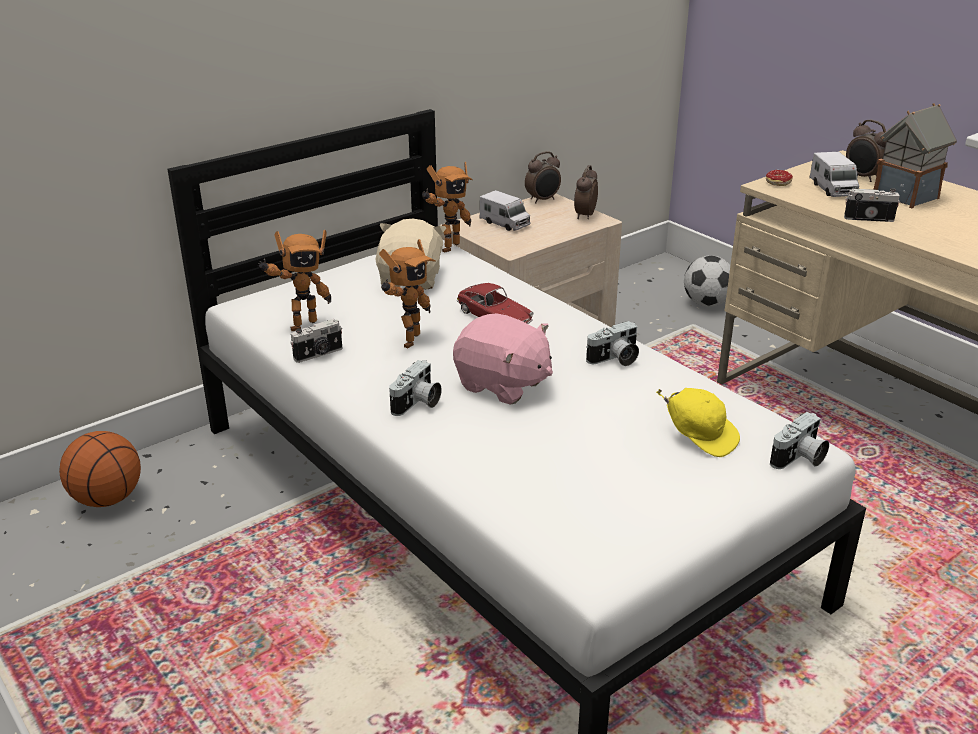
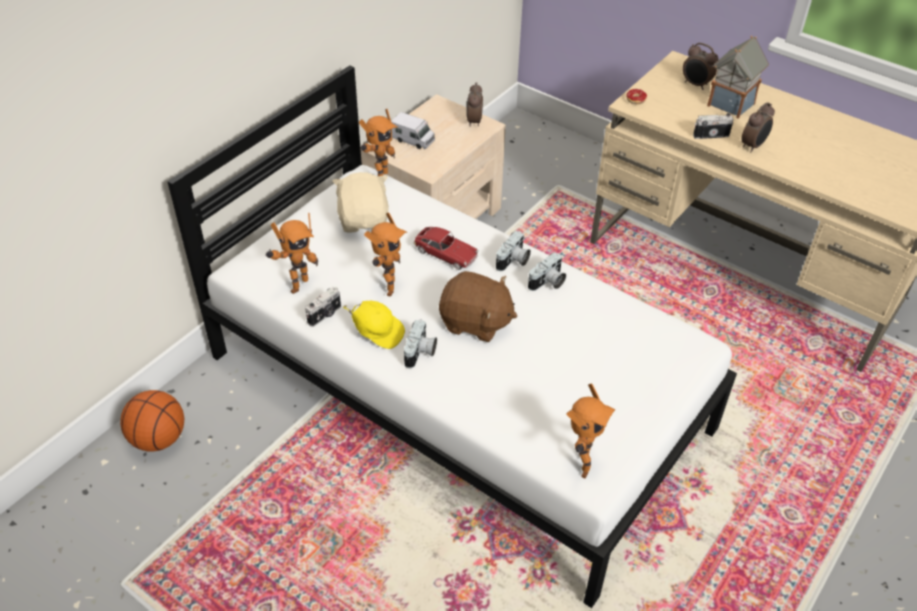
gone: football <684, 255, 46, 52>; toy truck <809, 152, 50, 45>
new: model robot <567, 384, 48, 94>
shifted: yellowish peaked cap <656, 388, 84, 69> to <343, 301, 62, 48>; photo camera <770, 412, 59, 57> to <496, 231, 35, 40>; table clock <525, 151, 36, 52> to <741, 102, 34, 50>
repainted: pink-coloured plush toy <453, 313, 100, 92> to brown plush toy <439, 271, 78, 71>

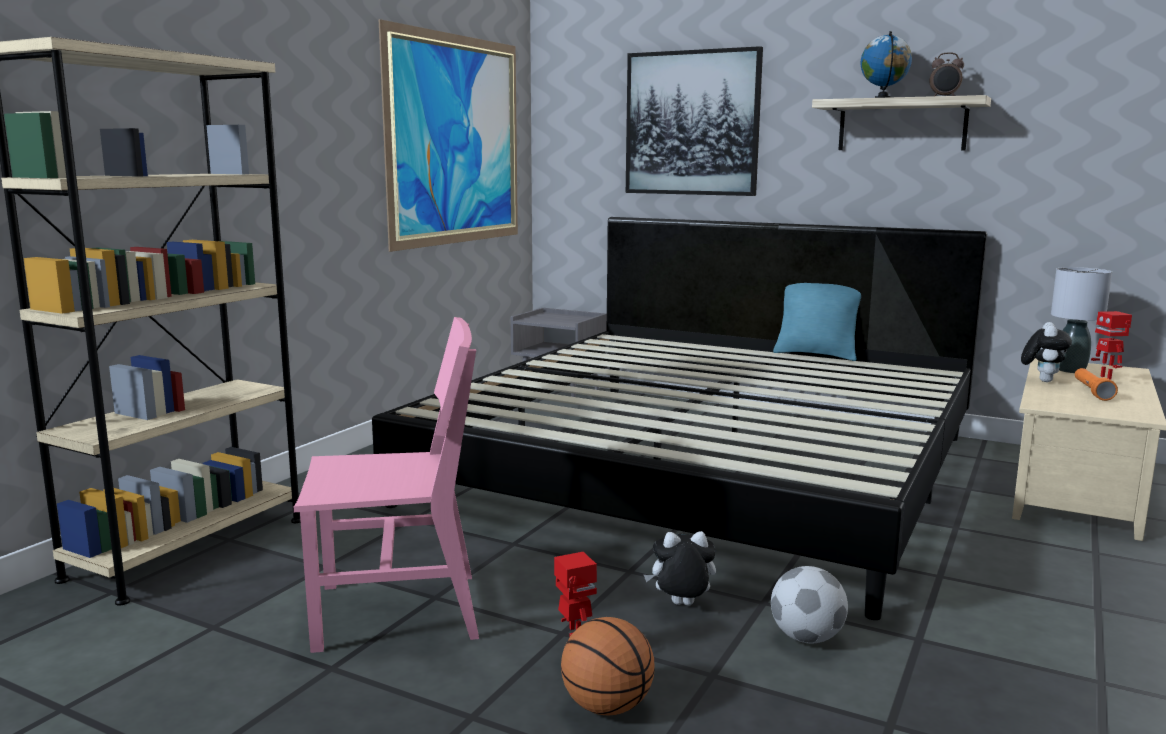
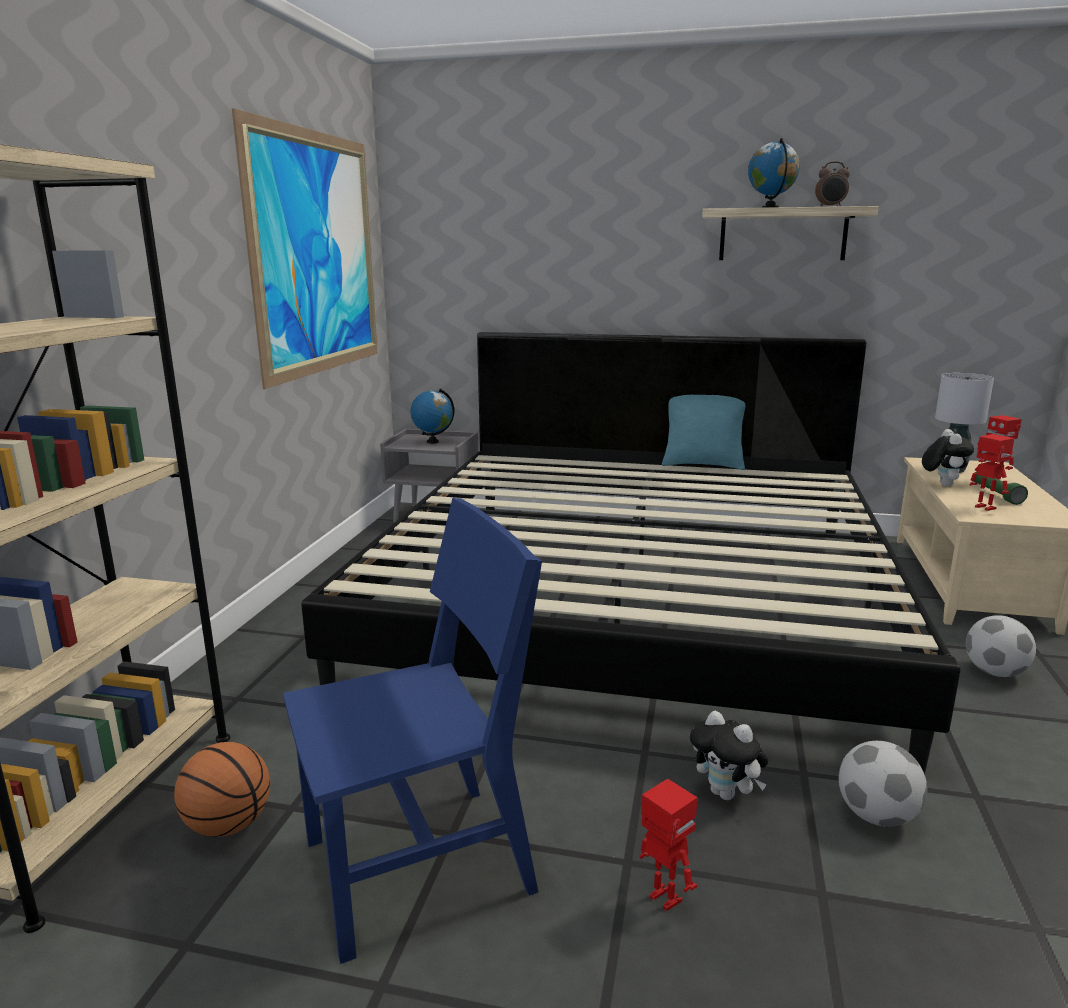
gone: picture <626, 46, 137, 150>
new: globe <411, 389, 44, 55>; football <966, 615, 70, 62>; model robot <970, 434, 44, 77>
shifted: ball for basketball <561, 617, 94, 99> to <174, 742, 96, 95>
repainted: pink-coloured upright chair <294, 317, 185, 336> to blue-coloured upright chair <283, 498, 259, 466>; orange-coloured hand torch <1075, 368, 43, 33> to green-coloured hand torch <974, 472, 54, 33>
rotated: plush toy <644, 531, 72, 75> = <690, 711, 78, 89> 120 degrees counterclockwise

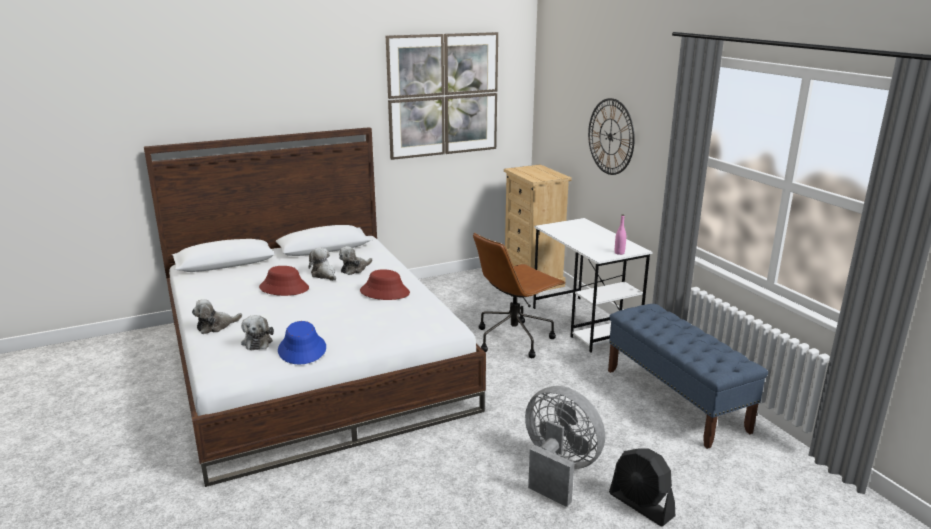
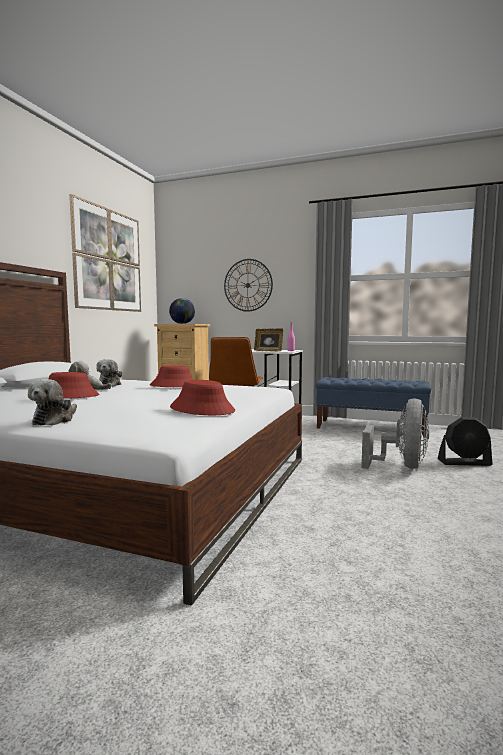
gone: plush toy <241, 315, 33, 35>
new: globe <169, 298, 26, 26>; picture frame <254, 329, 29, 23>
repainted: blue-coloured clothing hat <278, 321, 48, 44> to reddish clothing hat <170, 380, 65, 35>
rotated: greyish cooling fan <525, 386, 80, 121> = <361, 399, 68, 70> 120 degrees clockwise

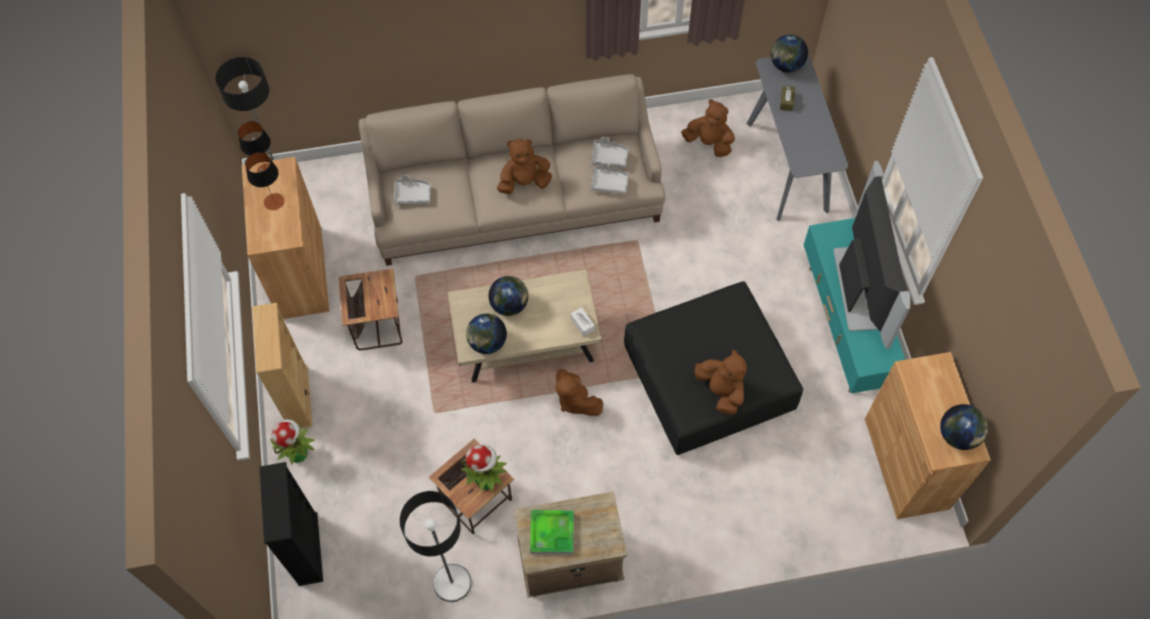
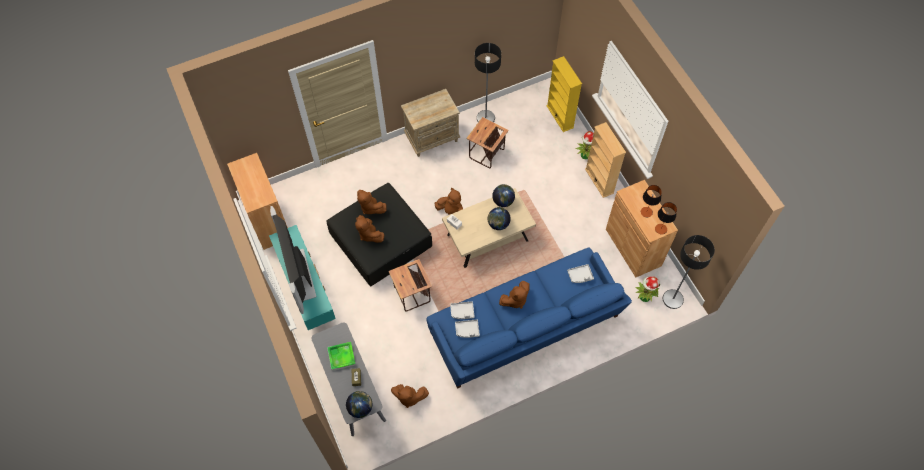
gone: globe <940, 404, 48, 46>
new: brown plush toy <355, 215, 29, 28>
shifted: carrying tray <530, 510, 44, 44> to <327, 342, 29, 29>; accent table <338, 269, 64, 81> to <389, 259, 43, 53>; plant in a pot <461, 444, 47, 48> to <635, 276, 25, 26>
repainted: beige-coloured sofa <359, 74, 306, 192> to blue-coloured sofa <426, 247, 206, 142>; blackish bookshelf <259, 462, 64, 124> to yellowish bookshelf <546, 56, 36, 76>

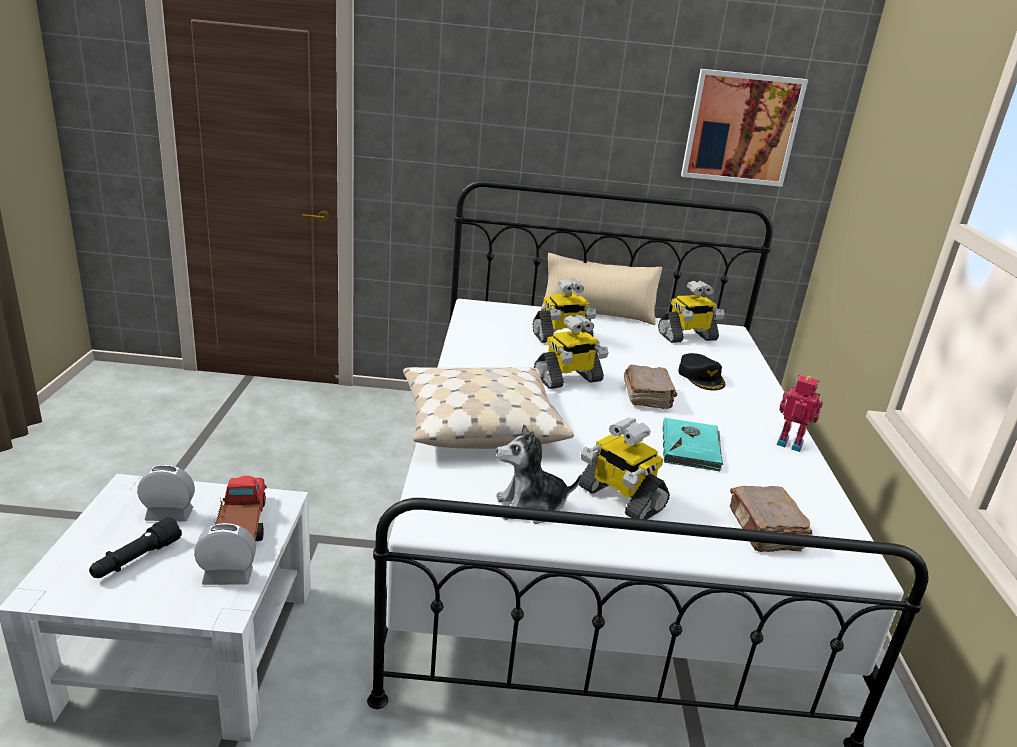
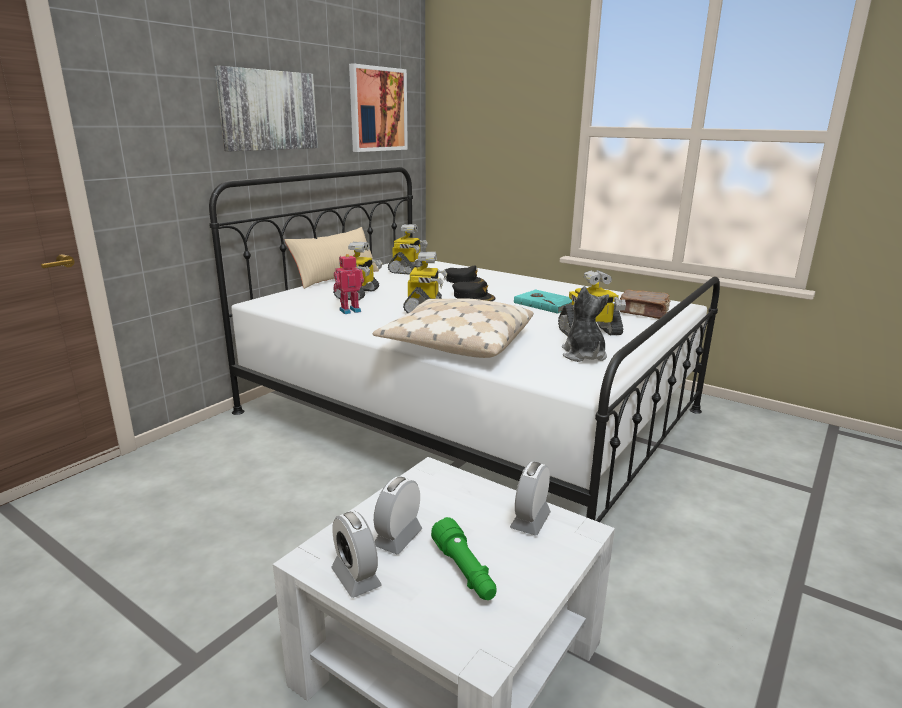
gone: toy truck <214, 476, 53, 65>
new: picture <215, 66, 103, 85>; table clock <331, 511, 51, 87>
shifted: model robot <777, 375, 46, 77> to <334, 254, 30, 60>
swapped: brown volume <624, 365, 53, 44> to blackish peaked cap <452, 281, 44, 20>
repainted: blackish hand torch <89, 517, 93, 61> to green-coloured hand torch <431, 517, 66, 83>
rotated: plush toy <496, 424, 85, 100> = <562, 286, 47, 76> 150 degrees clockwise

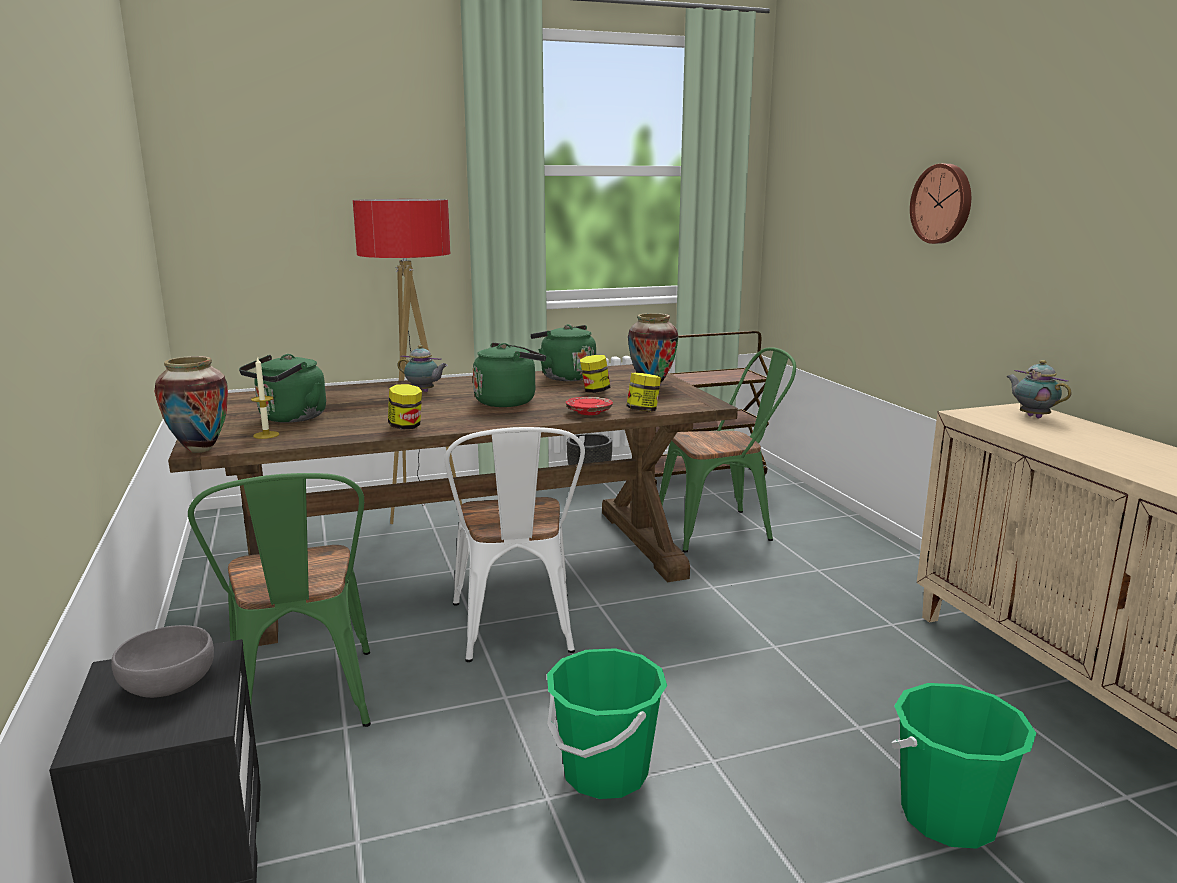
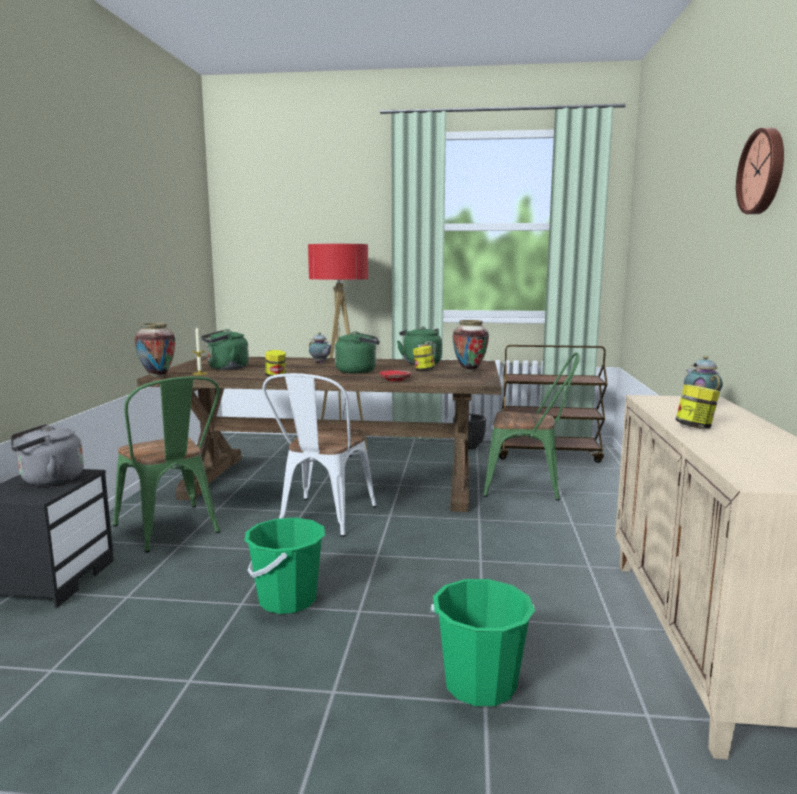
shifted: preserve jar <626, 372, 35, 40> to <675, 384, 45, 45>; hanging clock <910, 164, 61, 80> to <736, 128, 48, 86>
swapped: greyish serving bowl <111, 625, 103, 73> to greyish tea kettle <11, 424, 73, 62>
rotated: green-coloured upright chair <188, 473, 183, 254> = <113, 376, 107, 177> 45 degrees counterclockwise

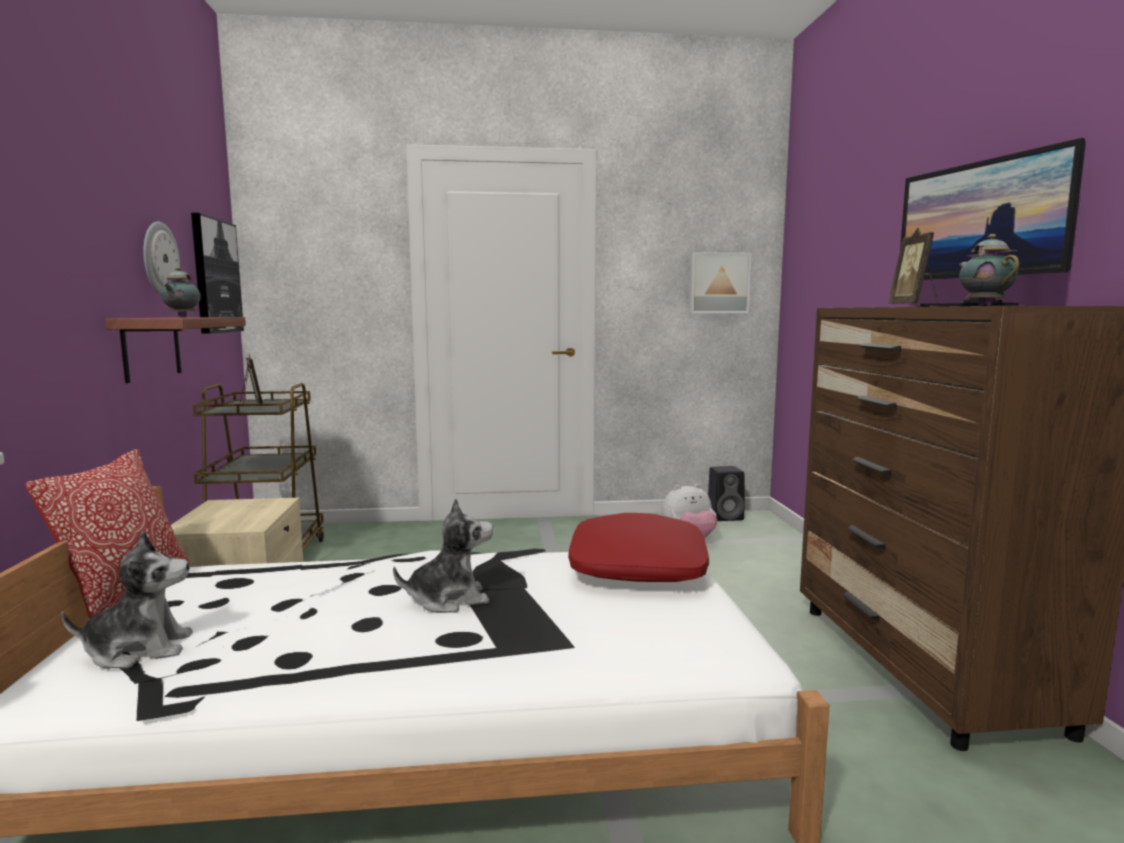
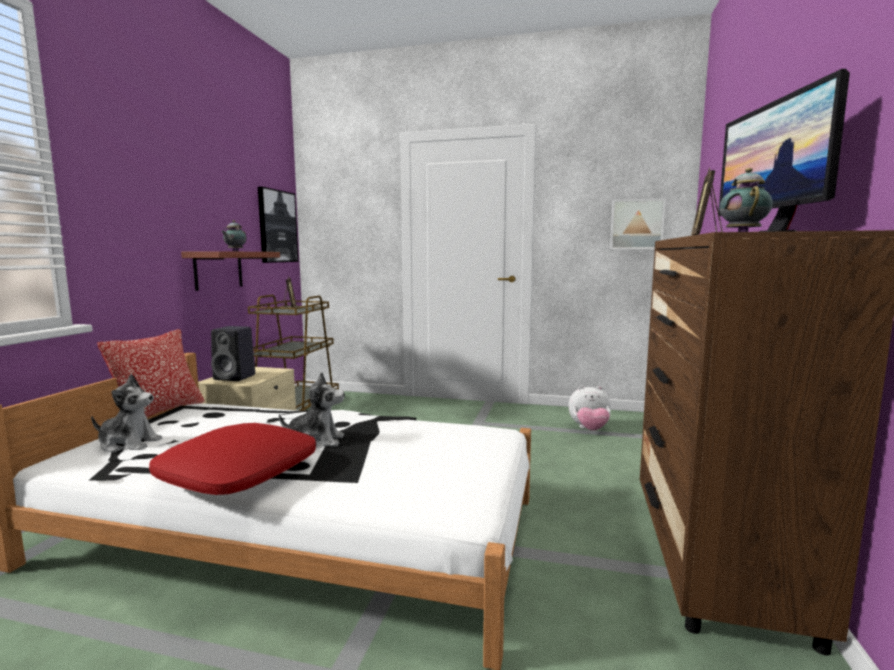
gone: hanging clock <143, 222, 37, 72>
shifted: reddish throw pillow <568, 513, 141, 69> to <149, 423, 167, 72>; blackish audio speaker <708, 466, 37, 55> to <211, 326, 44, 55>

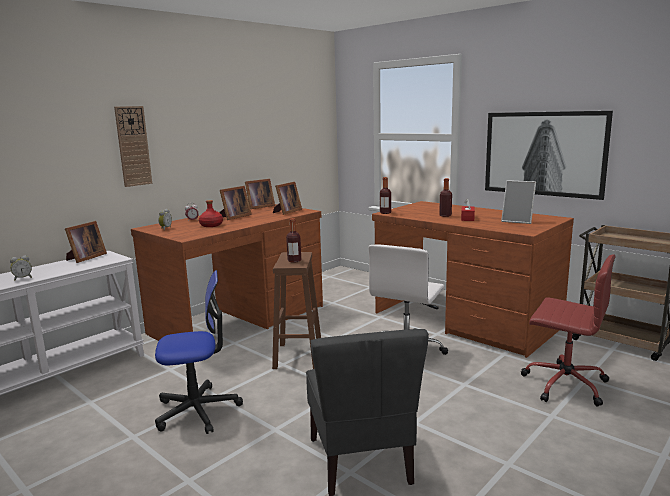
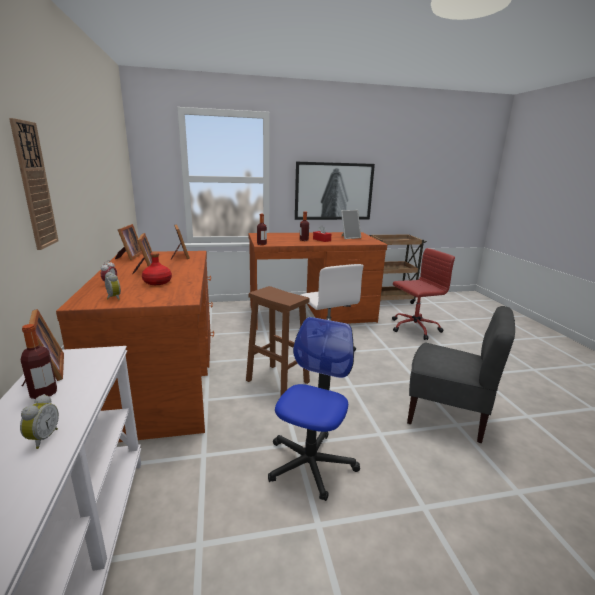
shifted: bottle <286, 218, 15, 45> to <21, 324, 36, 75>

